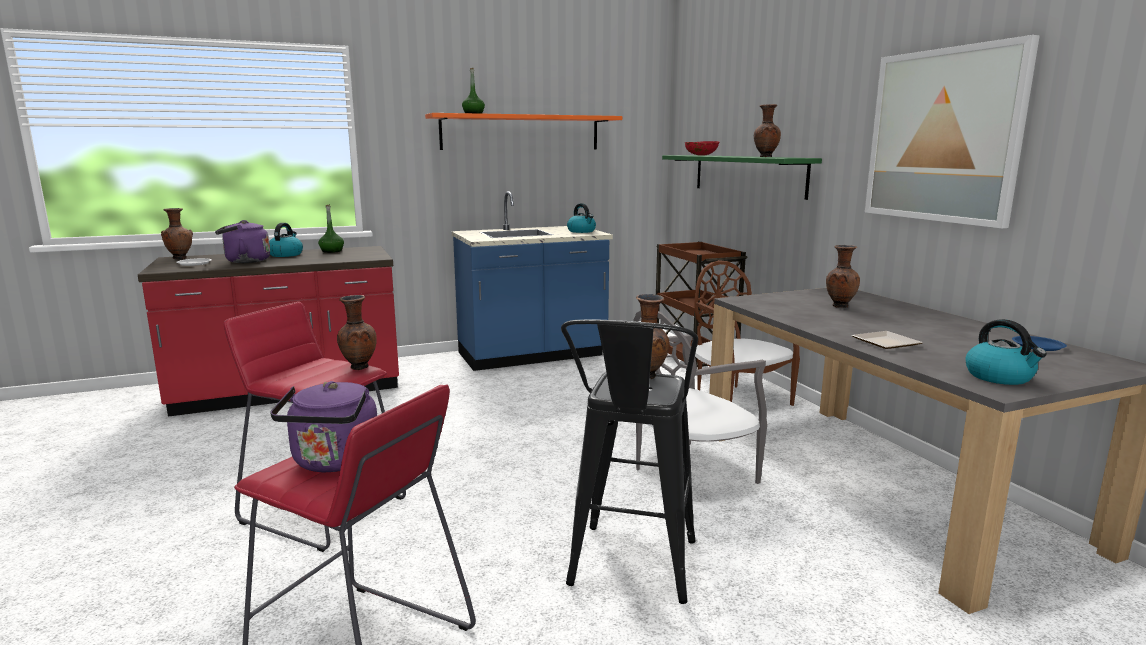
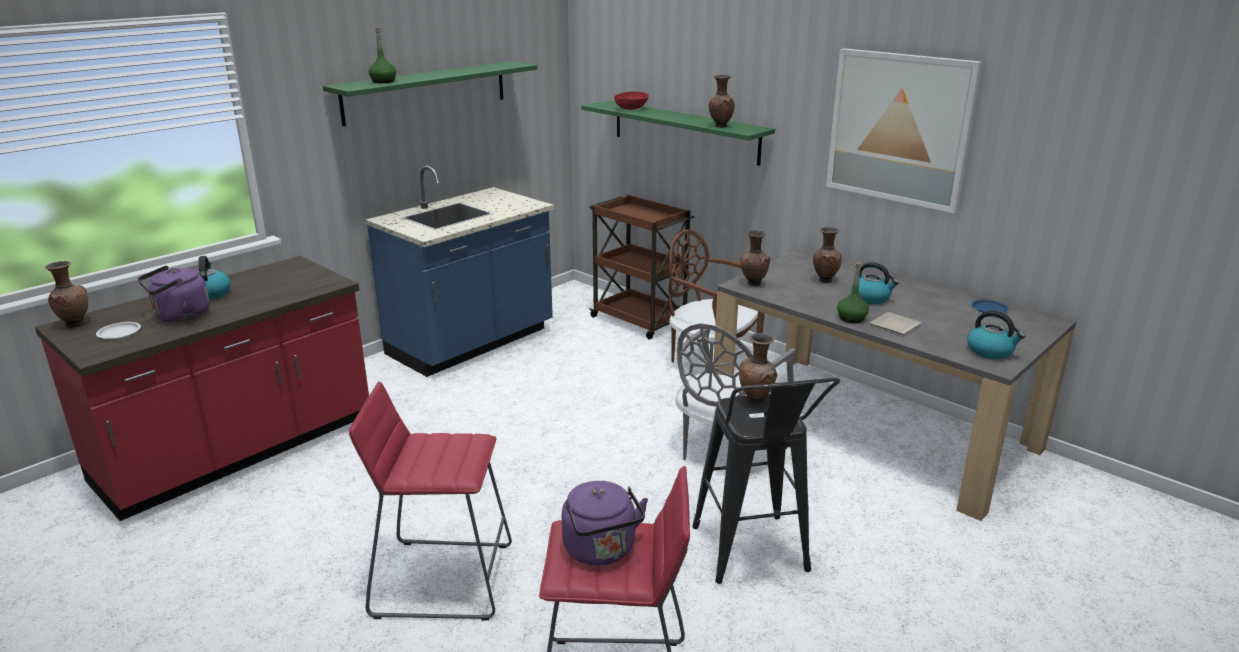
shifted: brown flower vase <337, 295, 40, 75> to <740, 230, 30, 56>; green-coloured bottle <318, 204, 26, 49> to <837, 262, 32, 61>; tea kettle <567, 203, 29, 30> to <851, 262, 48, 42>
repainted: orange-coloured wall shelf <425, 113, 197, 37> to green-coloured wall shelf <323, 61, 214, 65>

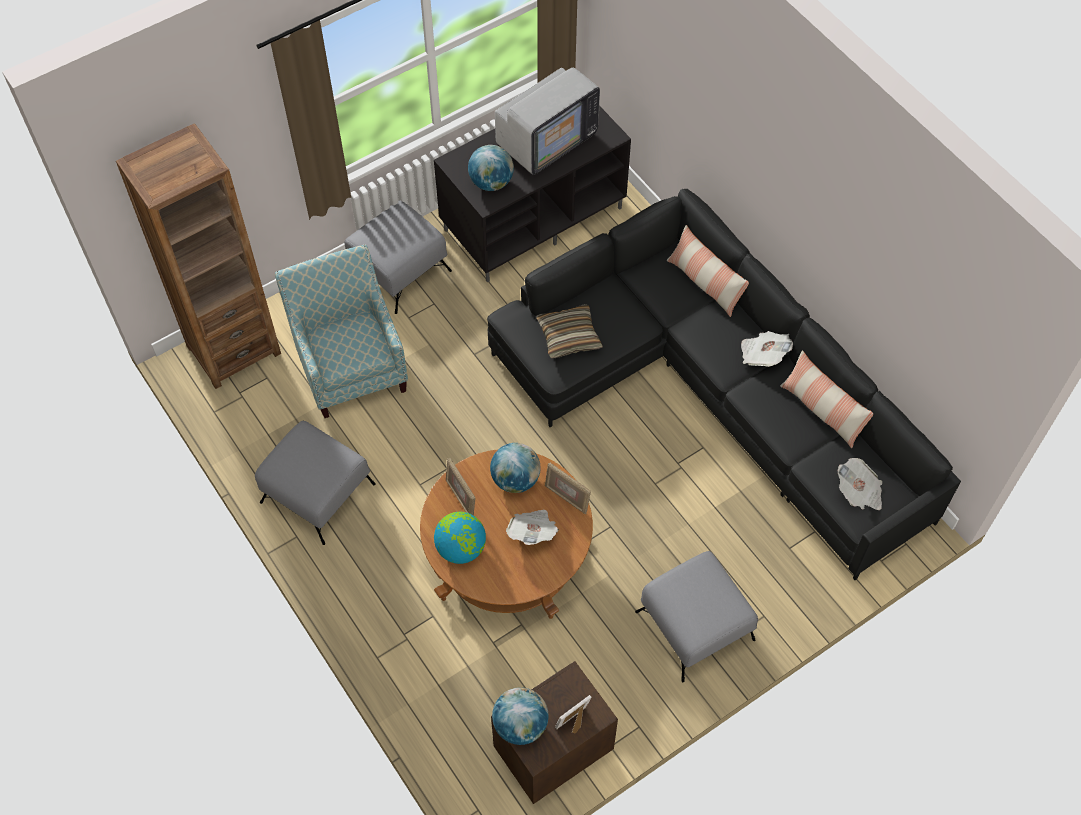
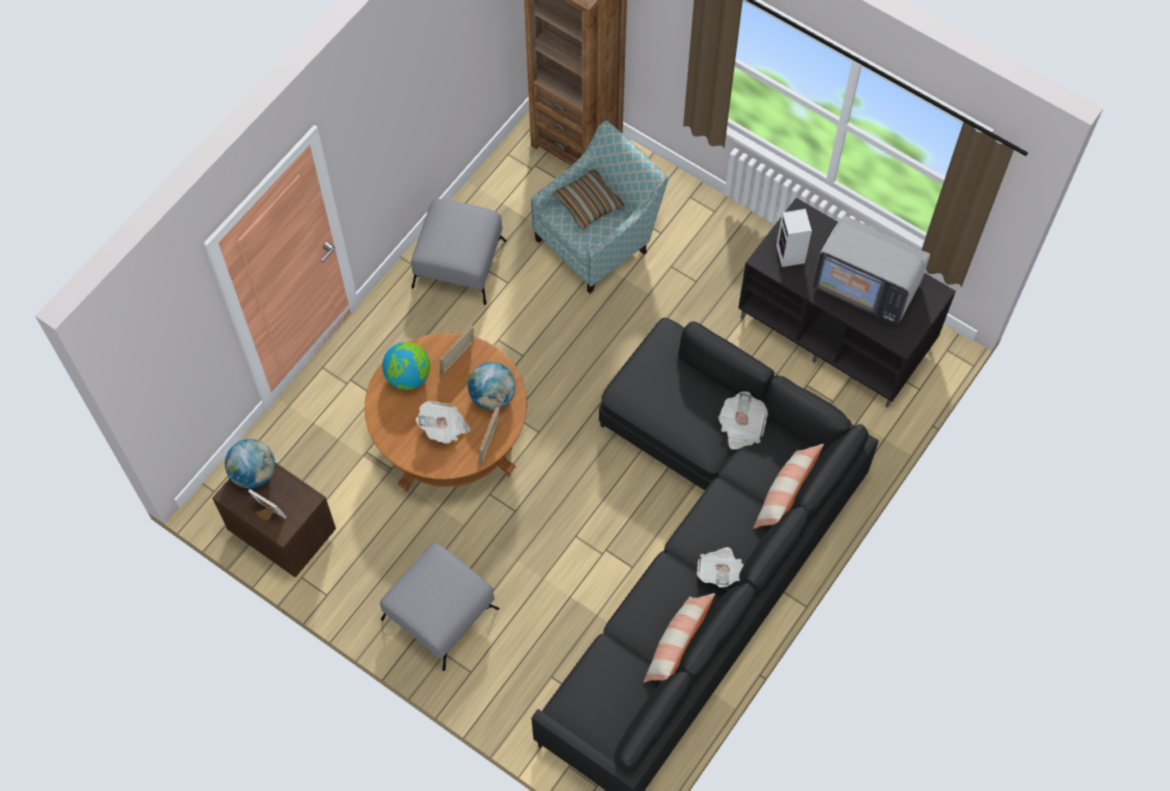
gone: greyish pouffe <344, 201, 108, 113>
shifted: throw pillow <536, 304, 67, 54> to <553, 169, 71, 61>; newspaper <838, 458, 44, 52> to <718, 391, 50, 59>
swapped: globe <468, 145, 46, 46> to audio speaker <776, 209, 36, 58>

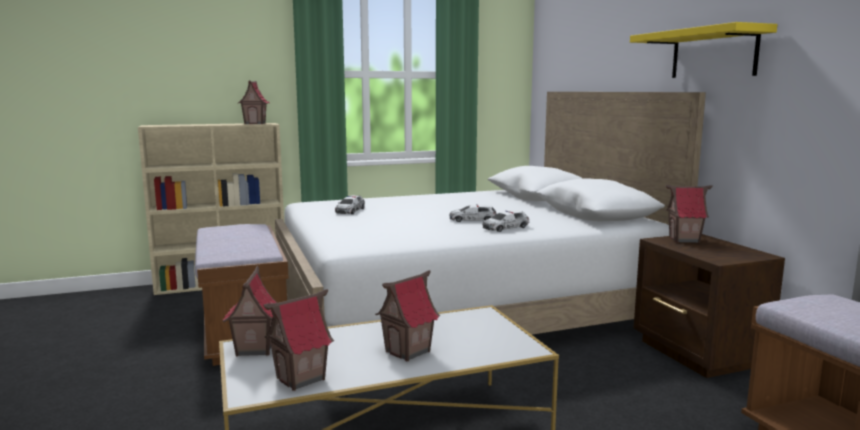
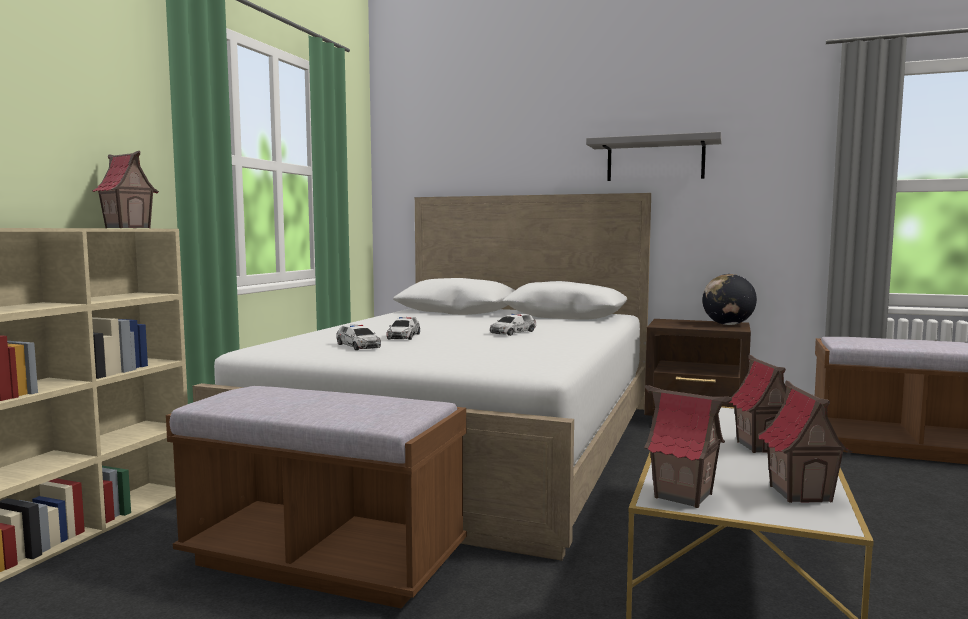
gone: toy house <666, 185, 47, 58>
new: globe <702, 274, 55, 51>
shifted: miniature car <483, 211, 46, 21> to <387, 317, 33, 23>
repainted: yellowish wall shelf <630, 22, 147, 56> to greyish wall shelf <586, 132, 136, 49>

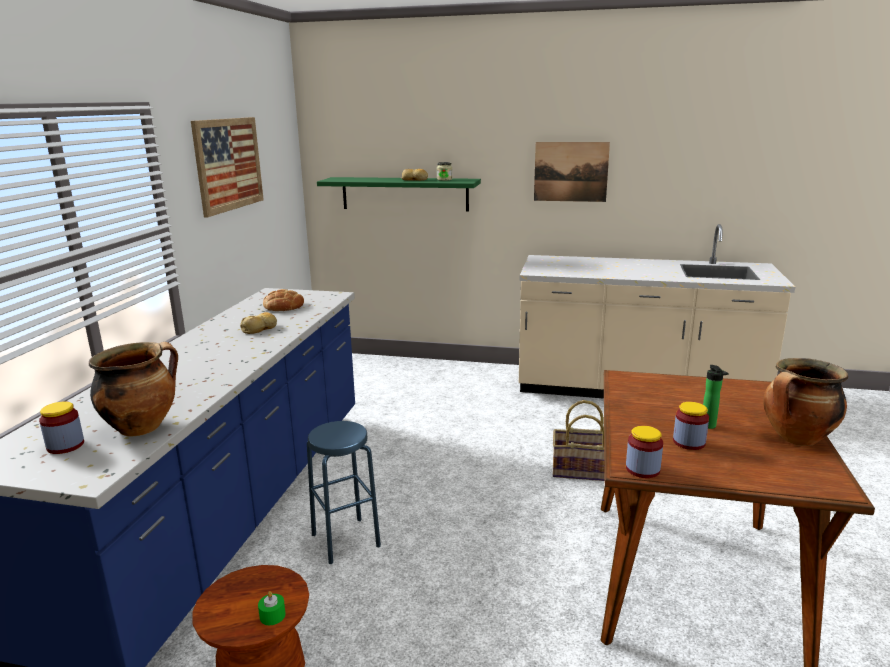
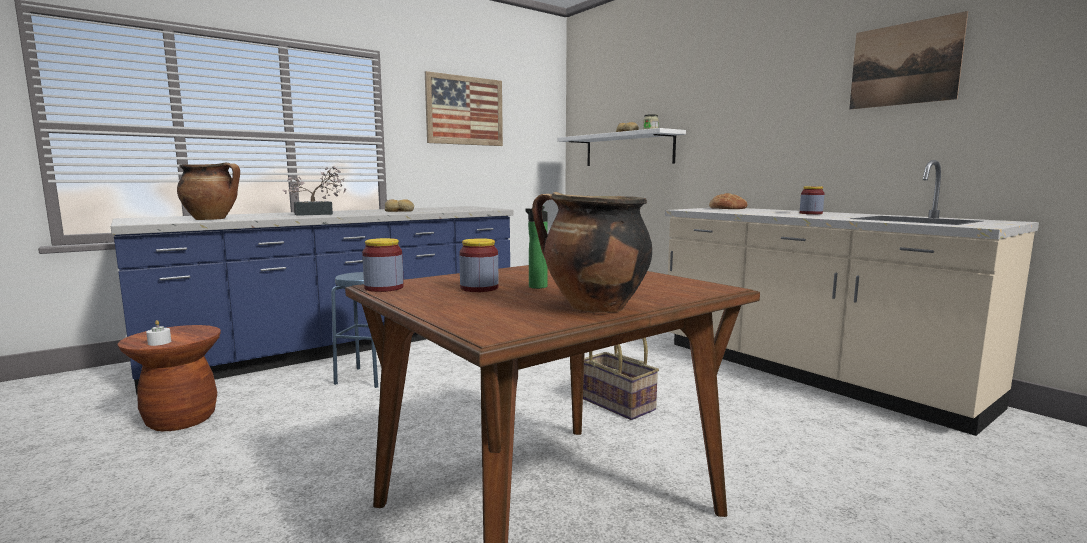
new: plant in a pot <282, 166, 64, 50>
shifted: bakery bread <263, 289, 41, 22> to <709, 193, 38, 16>; preserve jar <39, 401, 45, 53> to <800, 186, 24, 28>; picture <534, 142, 76, 60> to <849, 11, 119, 98>
repainted: green-coloured candle <258, 591, 28, 34> to white-coloured candle <146, 320, 25, 26>; green-coloured wall shelf <317, 177, 164, 35> to white-coloured wall shelf <557, 128, 129, 38>

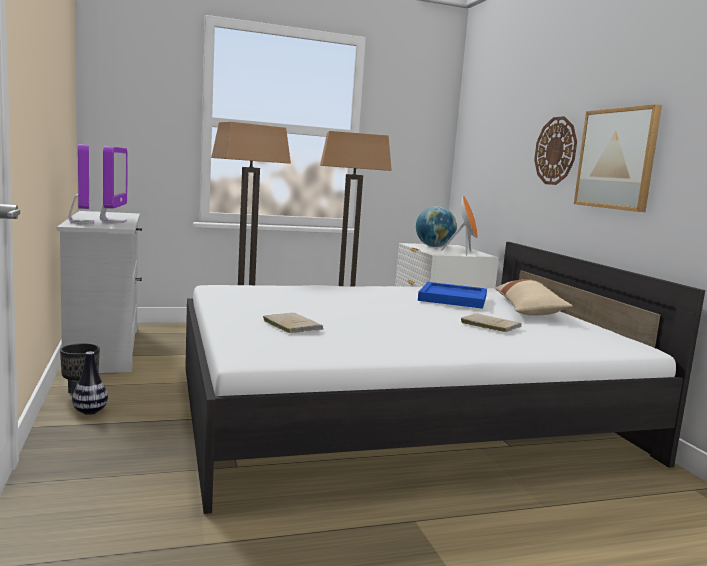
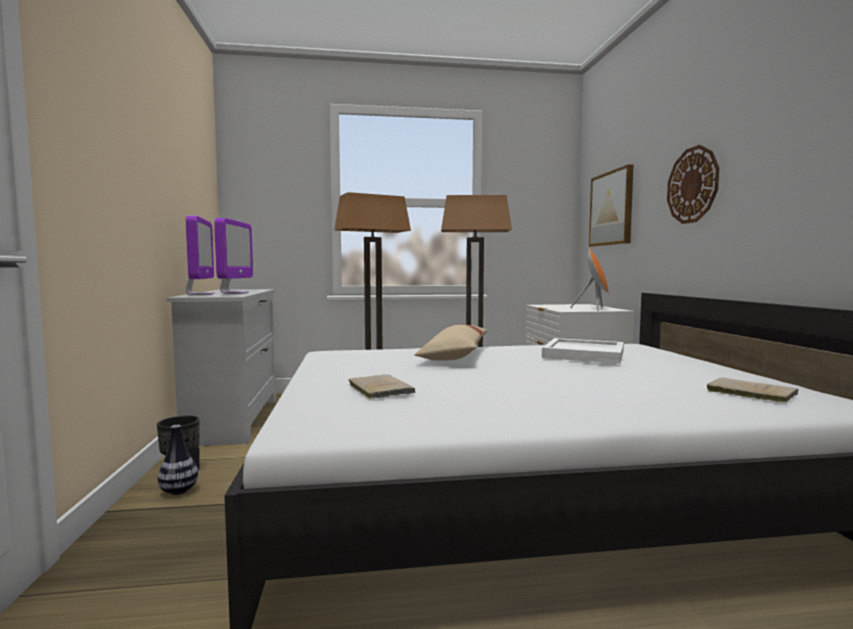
gone: globe <416, 206, 41, 41>
shifted: beige-coloured throw pillow <495, 279, 77, 36> to <415, 324, 73, 37>; picture <574, 104, 88, 108> to <589, 164, 44, 83>; beige-coloured volume <461, 313, 60, 19> to <707, 378, 92, 25>
repainted: blue-coloured carrying tray <418, 282, 69, 27> to white-coloured carrying tray <542, 338, 82, 26>

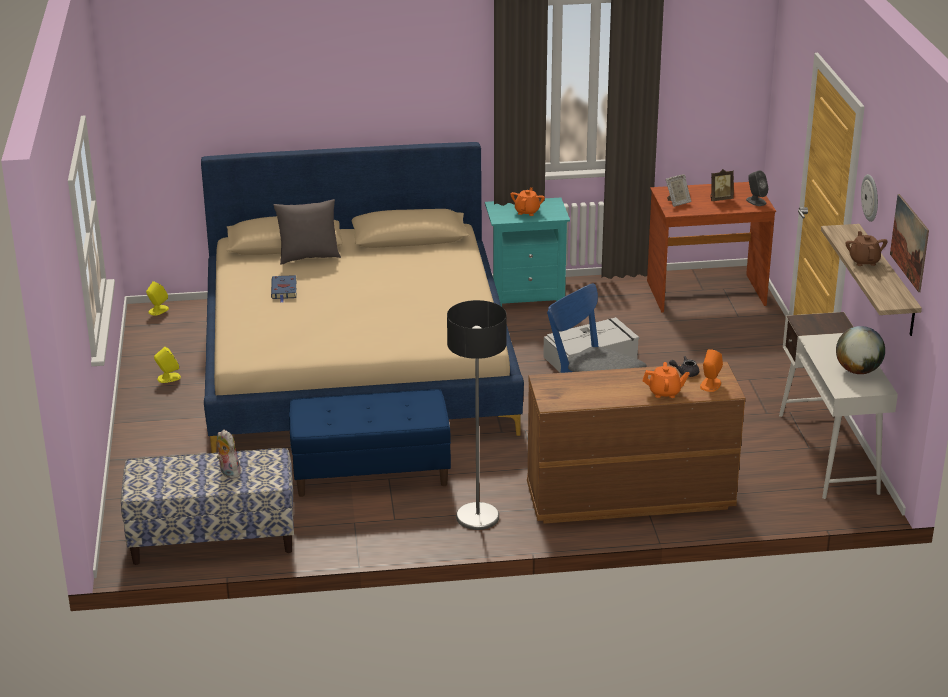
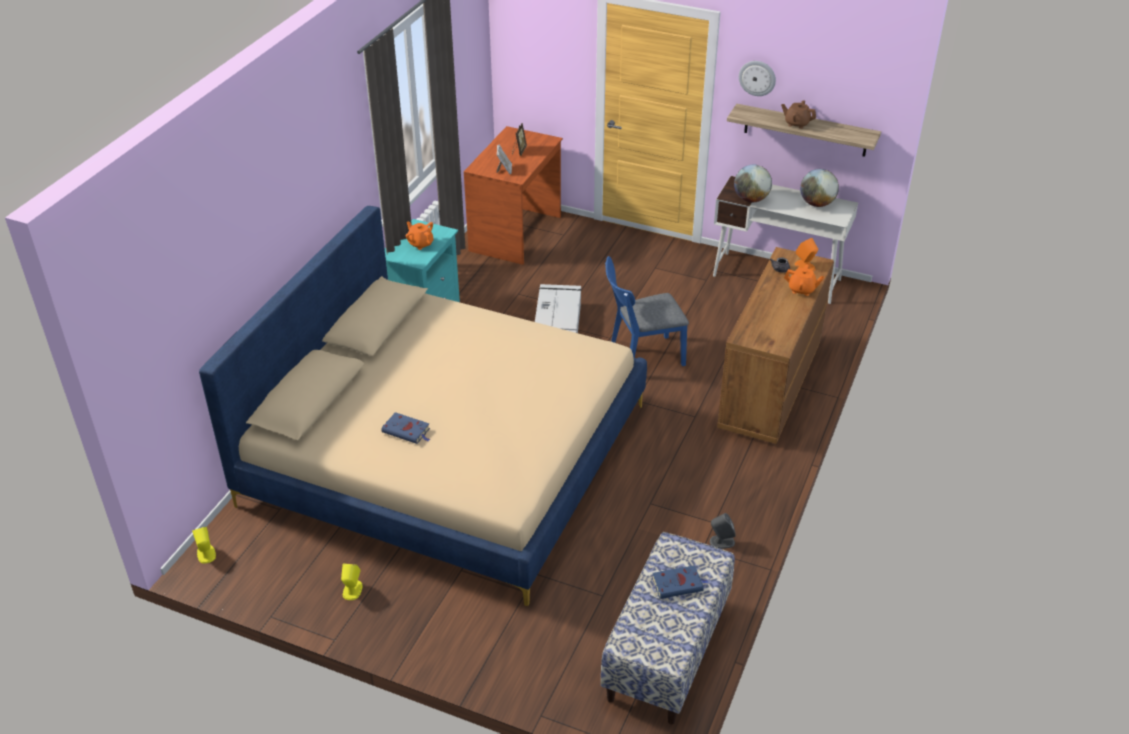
gone: greyish throw pillow <273, 199, 68, 66>; blue-coloured long seat <289, 389, 162, 108>; standing lamp <447, 300, 60, 230>; picture <890, 194, 39, 98>
new: globe <734, 165, 38, 37>
shifted: greyish audio speaker <746, 170, 23, 36> to <710, 513, 26, 36>
swapped: plush toy <217, 429, 24, 50> to blue-coloured volume <652, 565, 56, 34>
rotated: orange-coloured pot for tea <643, 362, 47, 36> = <784, 264, 40, 32> 75 degrees clockwise

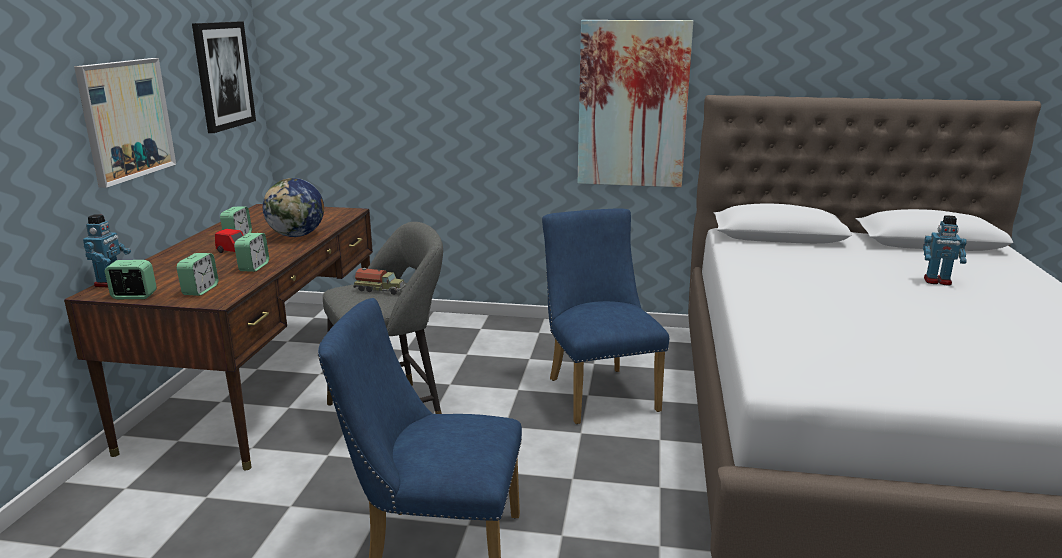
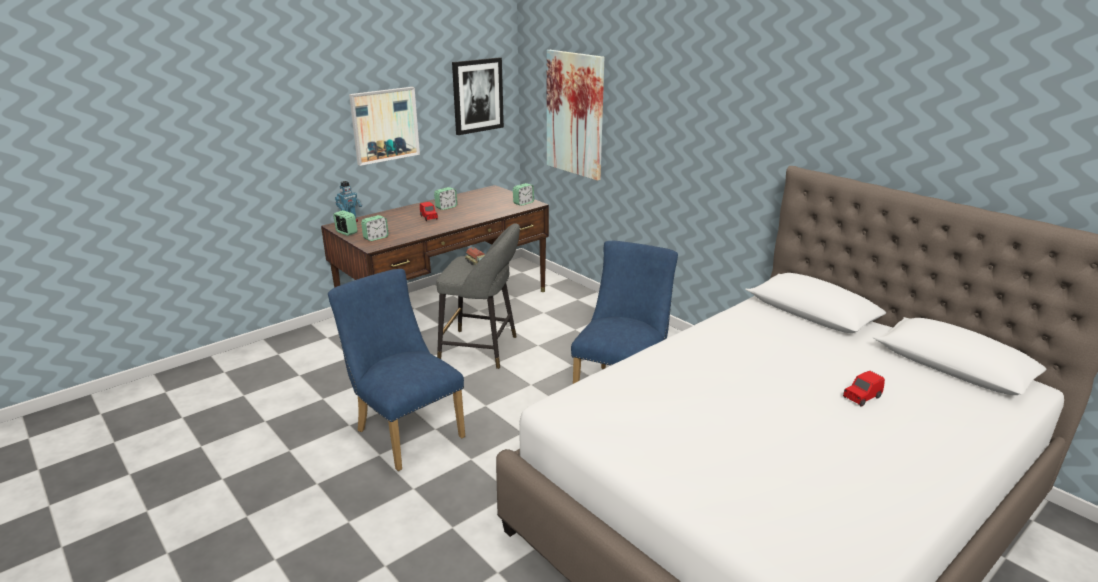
gone: globe <263, 178, 61, 59>
shifted: table clock <234, 233, 35, 39> to <513, 183, 21, 23>; picture <578, 20, 115, 167> to <547, 50, 57, 131>
swapped: model robot <923, 215, 44, 70> to reddish miniature car <843, 371, 42, 36>

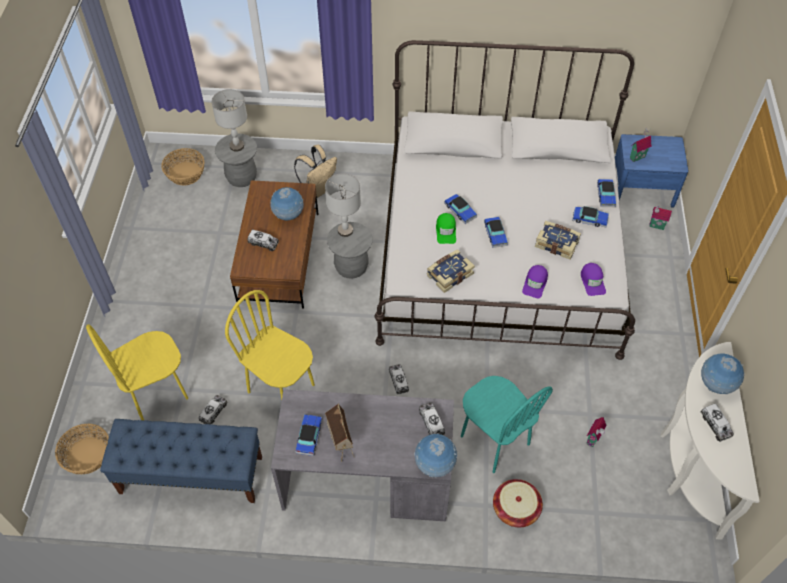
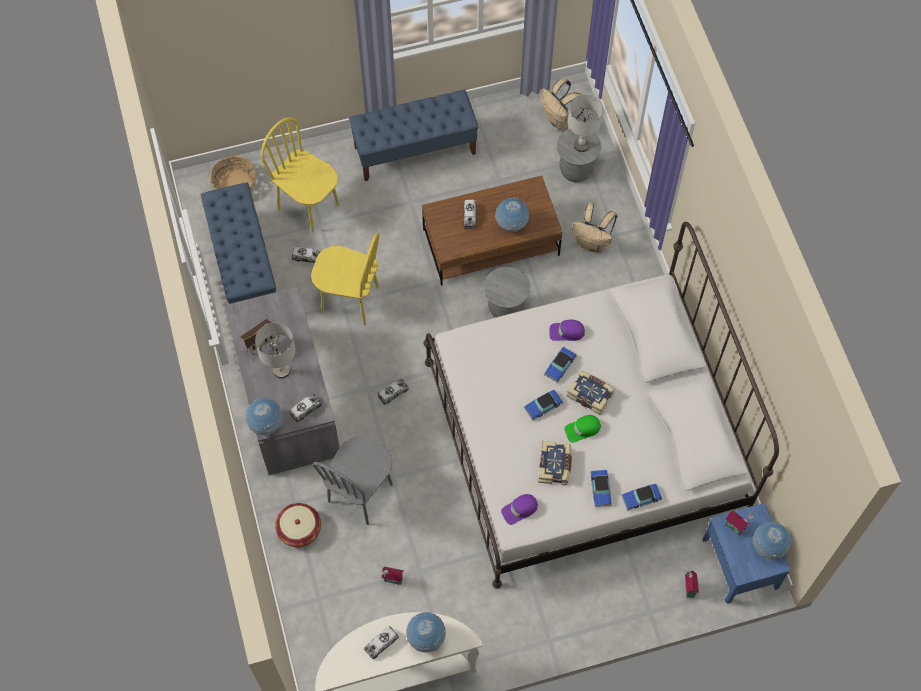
gone: miniature car <296, 414, 26, 42>
new: blue-coloured long seat <349, 89, 130, 92>; globe <753, 521, 38, 38>
shifted: greyish table lamp <325, 173, 36, 64> to <255, 323, 41, 55>; purple peaked cap <522, 265, 26, 33> to <549, 320, 36, 21>; green-coloured peaked cap <436, 213, 20, 31> to <564, 415, 37, 28>; volume <427, 249, 48, 44> to <566, 371, 49, 44>
swapped: basket <161, 148, 44, 37> to beige-coloured rucksack <540, 78, 44, 52>
repainted: turquoise upright chair <461, 376, 92, 97> to greyish upright chair <313, 436, 80, 89>
rotated: yellowish upright chair <225, 290, 90, 110> = <311, 233, 68, 92> 90 degrees clockwise

